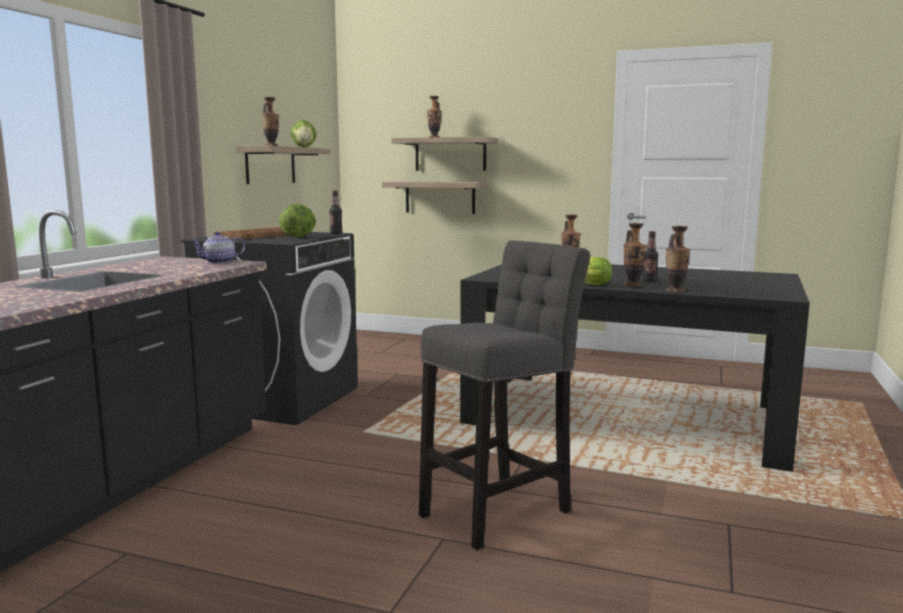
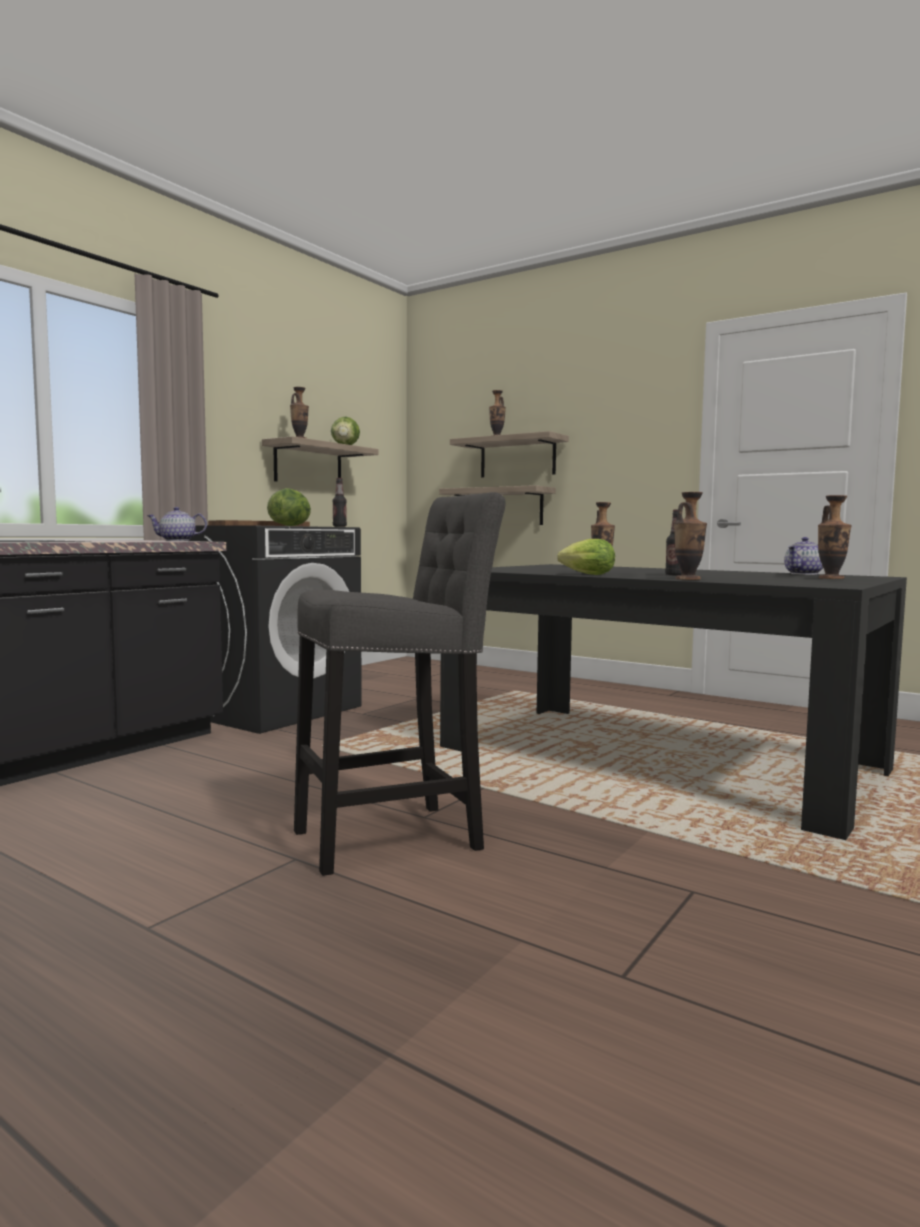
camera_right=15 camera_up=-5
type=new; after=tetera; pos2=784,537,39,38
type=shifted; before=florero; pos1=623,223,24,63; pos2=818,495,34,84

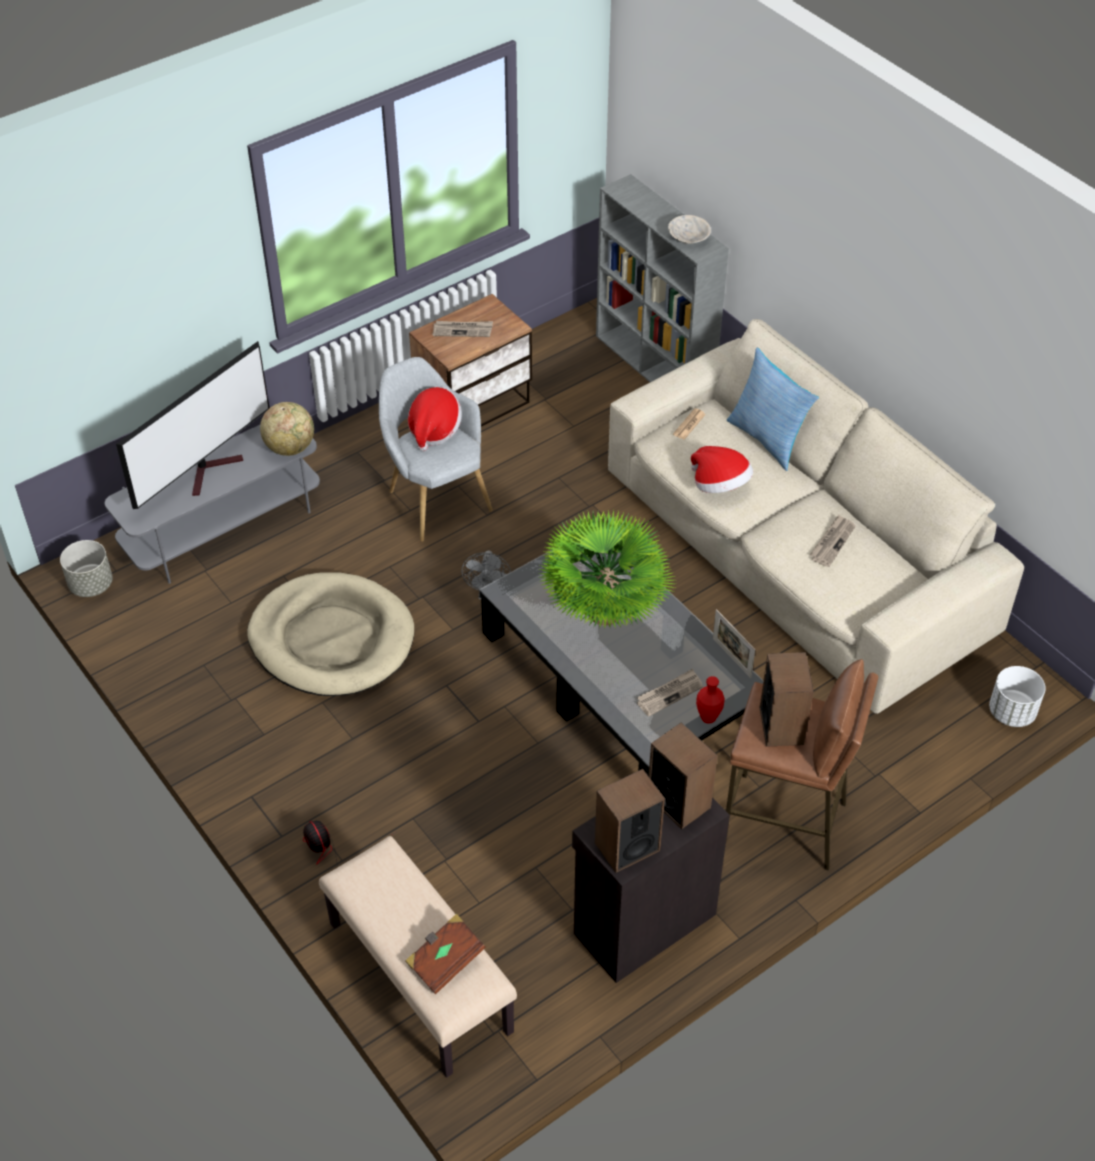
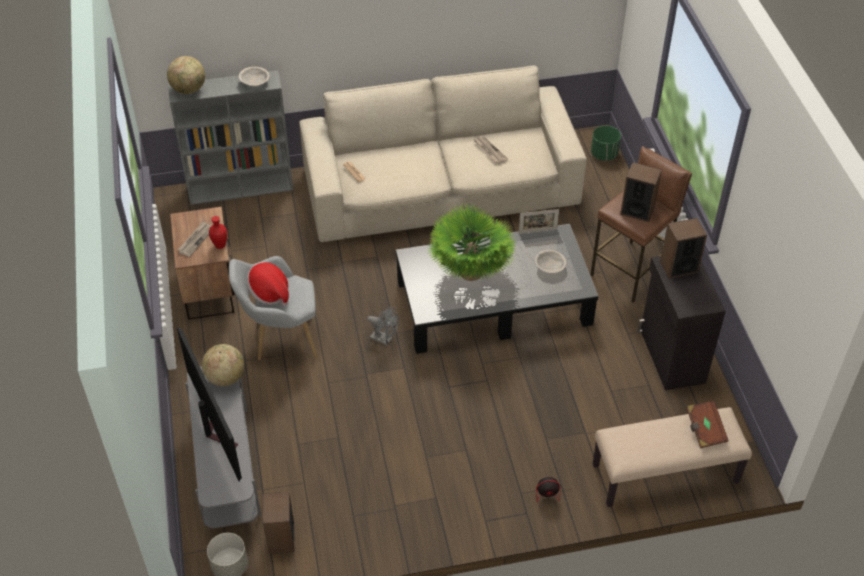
camera_right=-65 camera_up=0
type=new; after=globo terráqueo; pos2=167,56,38,38
type=shifted; before=florero (rojo); pos1=696,676,29,48; pos2=209,216,18,33
type=shifted; before=altavoz; pos1=595,769,70,104; pos2=263,492,32,62
type=swapped; before=periódico; after=cuenco (beis); pos1=637,669,66,48; pos2=535,250,31,23
type=repainted; before=maceta (blanco); after=maceta (verde); pos1=989,666,57,61; pos2=591,126,30,35
type=gone; before=cama para perro (beis); pos1=247,573,167,123
type=gone; before=sombrero; pos1=691,446,62,47
type=gone; before=cojín; pos1=727,348,92,123

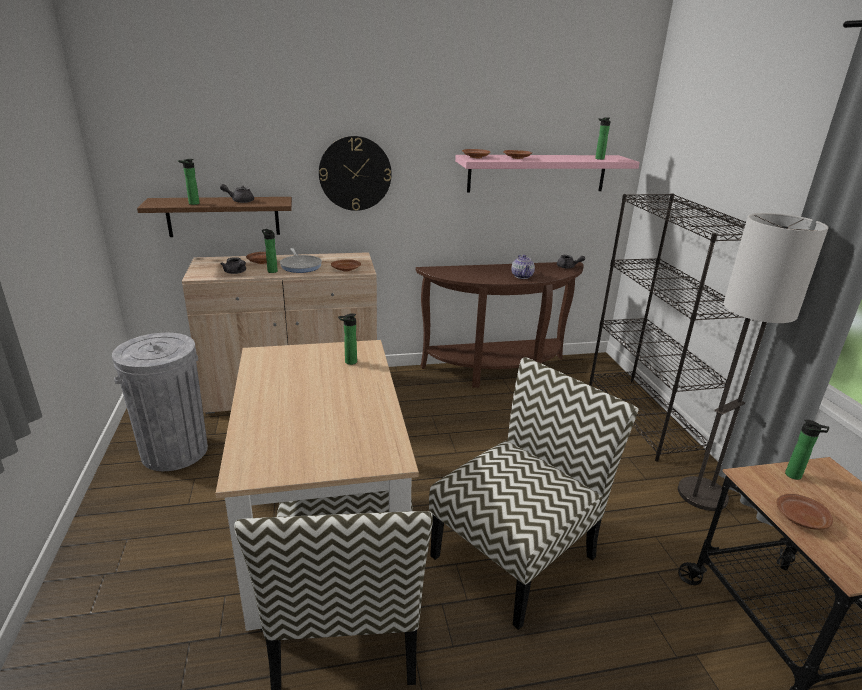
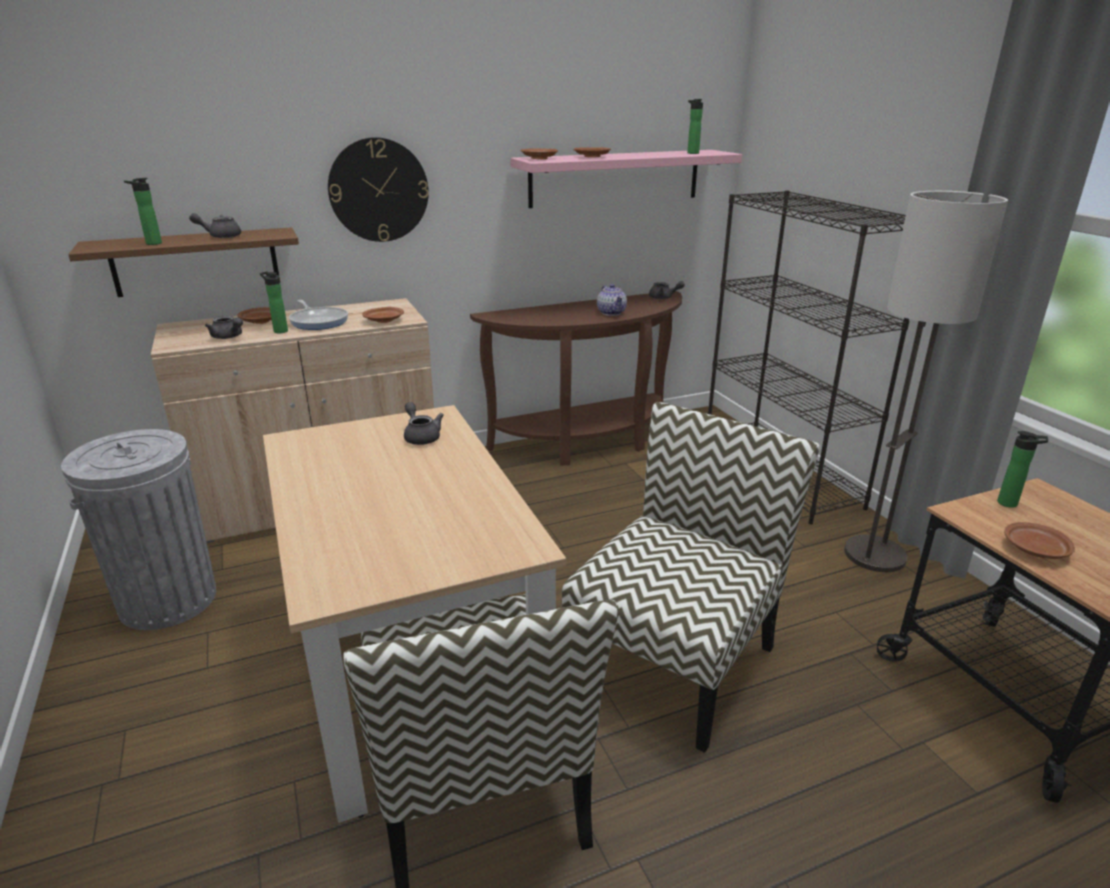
camera_right=-10 camera_up=0
type=swapped; before=botella; after=tetera (gris); pos1=338,313,19,52; pos2=404,402,40,43

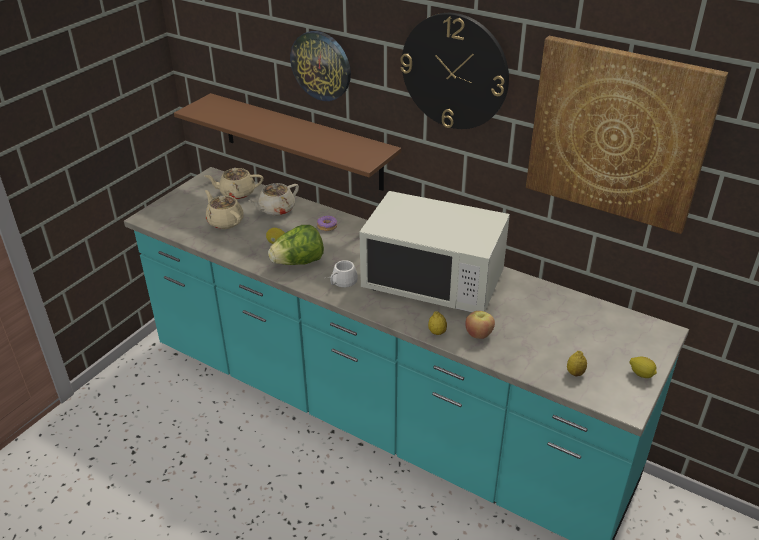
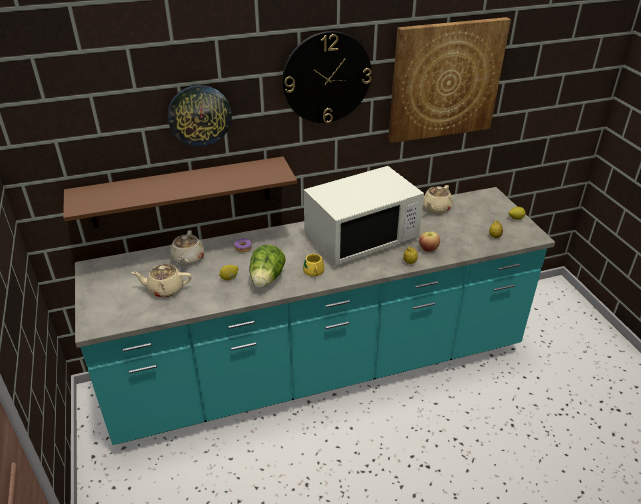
camera_right=-50 camera_up=0
type=repainted; before=taza grande (blanco); after=taza grande (amarillo); pos1=325,260,33,28; pos2=300,254,24,23
type=shifted; before=tetera (beis); pos1=205,168,58,32; pos2=423,185,30,28

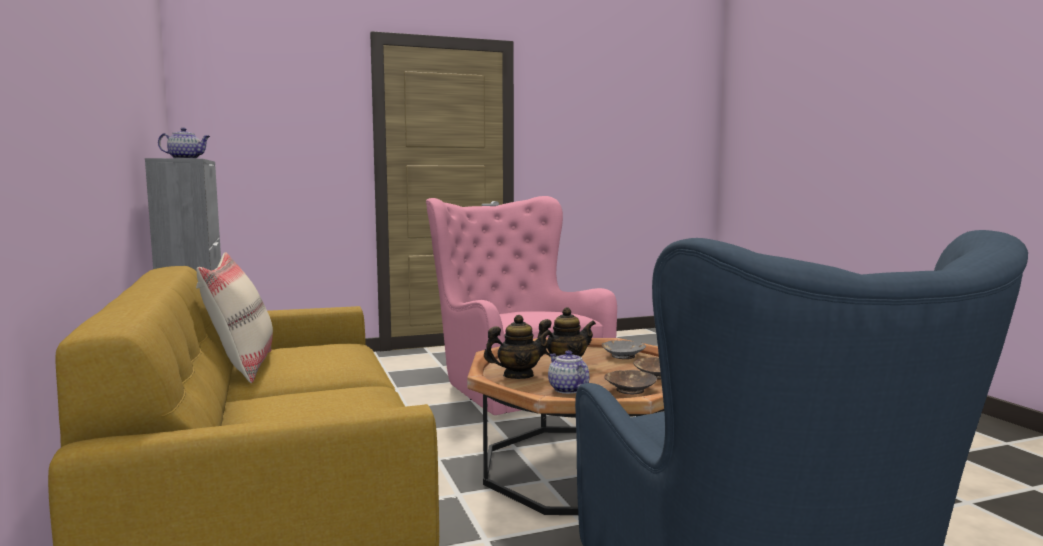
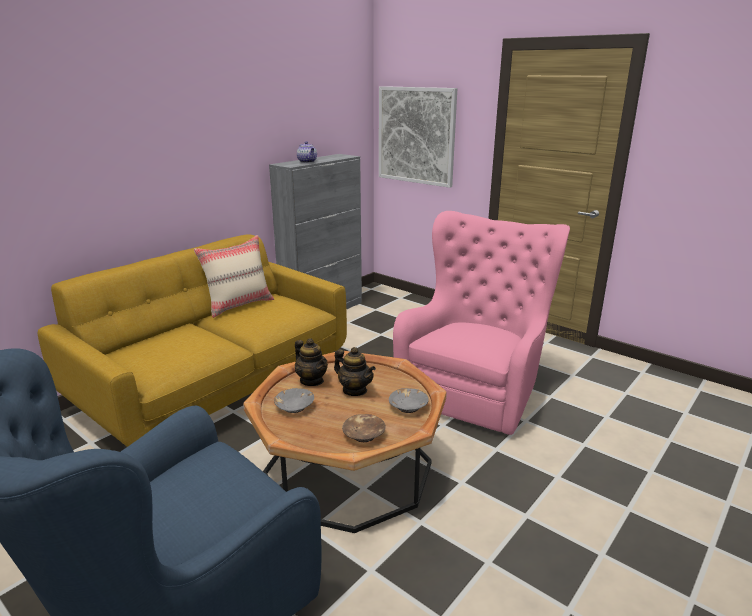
camera_right=60 camera_up=15
type=swapped; before=tetera; after=cuenco (gris); pos1=548,350,42,44; pos2=274,388,40,25
type=new; after=cuadro; pos2=379,86,78,102
type=gone; before=cuenco (marrón); pos1=604,370,53,24

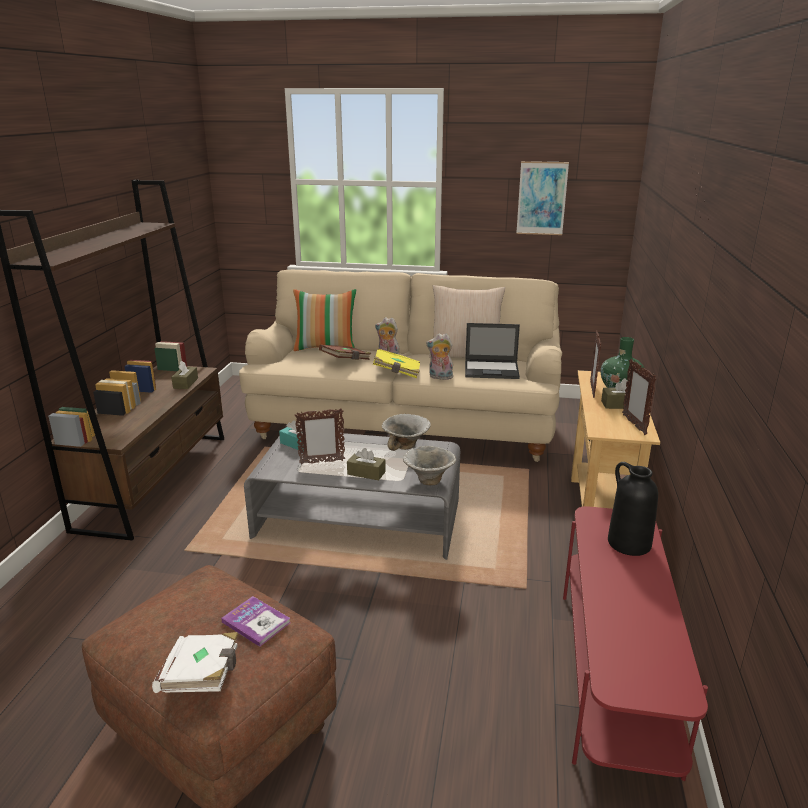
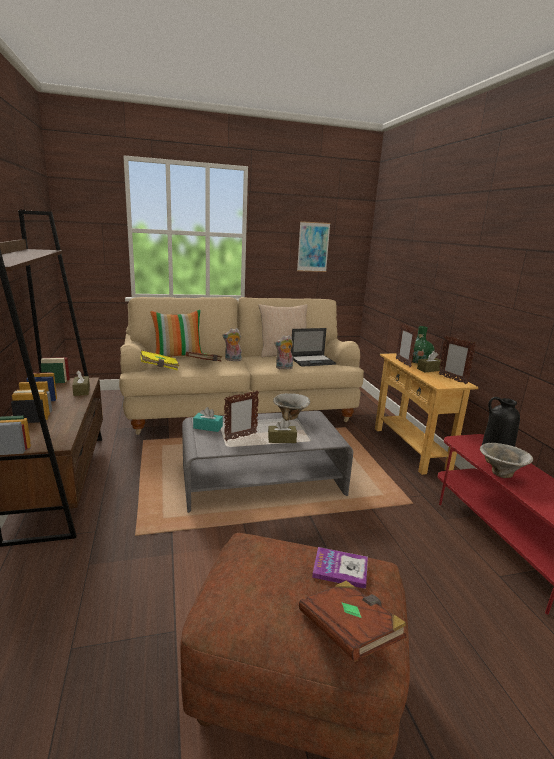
camera_right=-25 camera_up=-5
type=shifted; before=libro (amarillo); pos1=373,348,47,30; pos2=140,350,39,20
type=repainted; before=libro (blanco); after=libro (marrón); pos1=152,632,86,61; pos2=299,581,108,80
type=shifted; before=cuenco; pos1=403,446,53,39; pos2=480,443,53,35

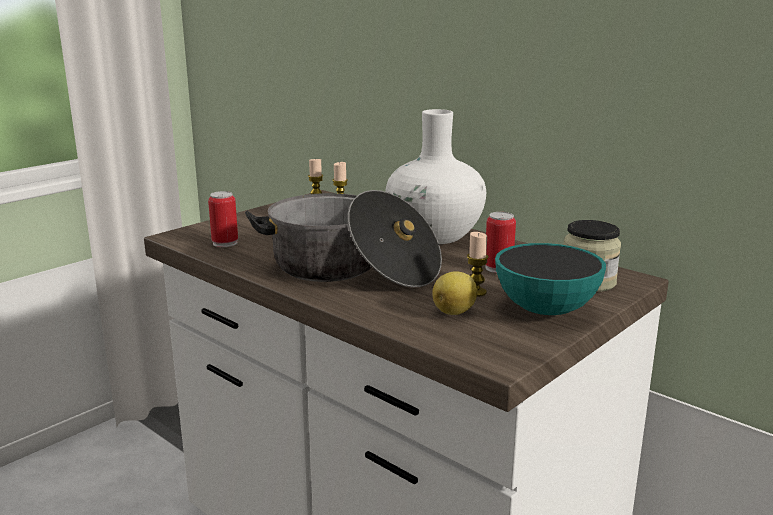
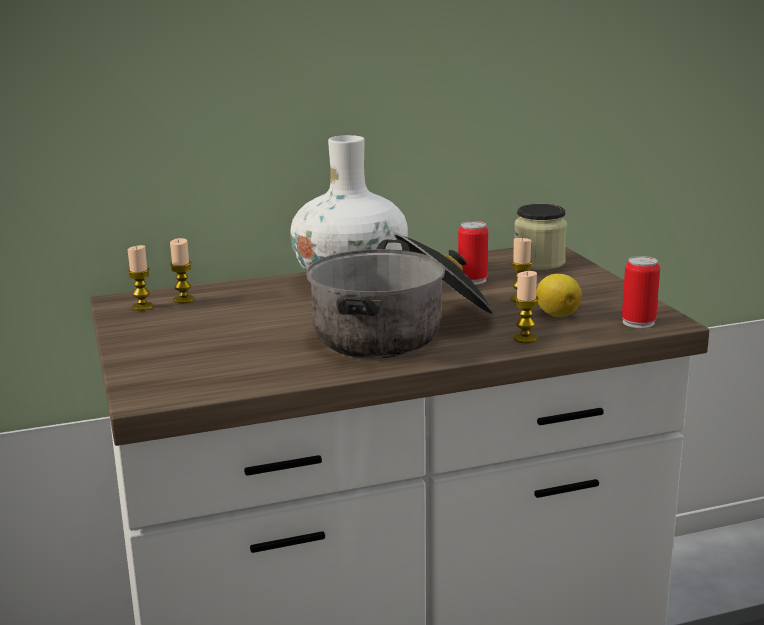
camera_right=-60 camera_up=0
type=new; after=vela; pos2=513,271,26,72
type=shifted; before=lata; pos1=208,191,30,56; pos2=622,256,38,72
type=gone; before=cuenco; pos1=495,243,111,72

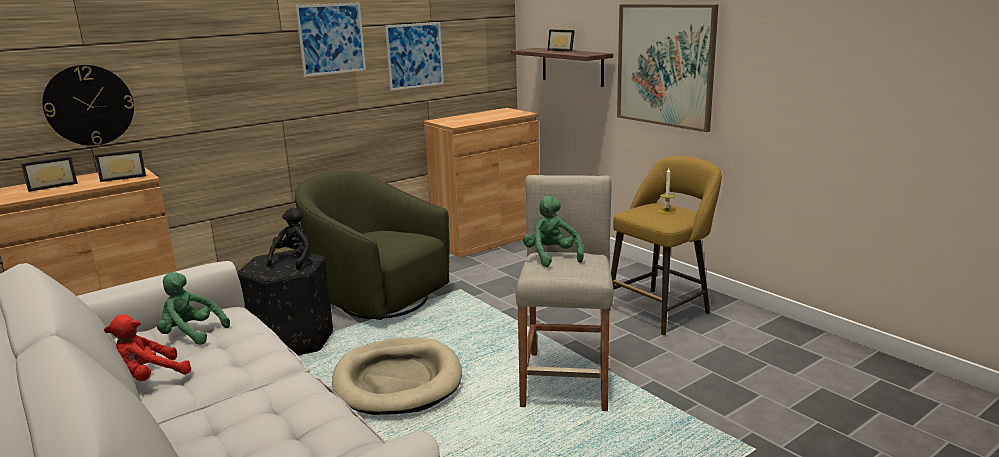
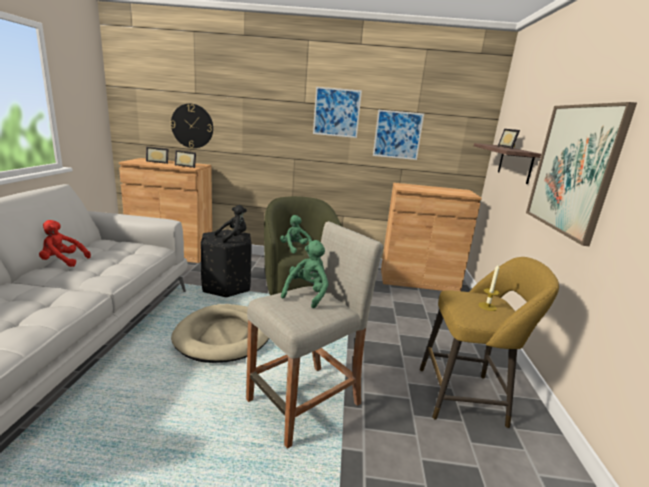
camera_right=40 camera_up=0
type=shifted; before=peluche (verde); pos1=157,272,73,73; pos2=280,215,32,39

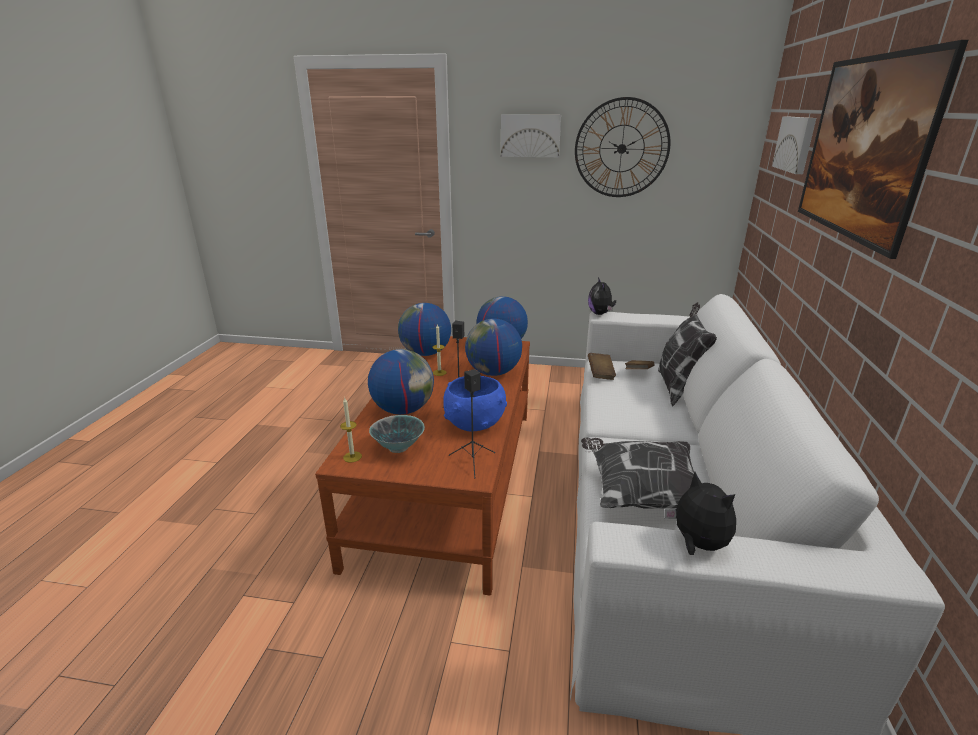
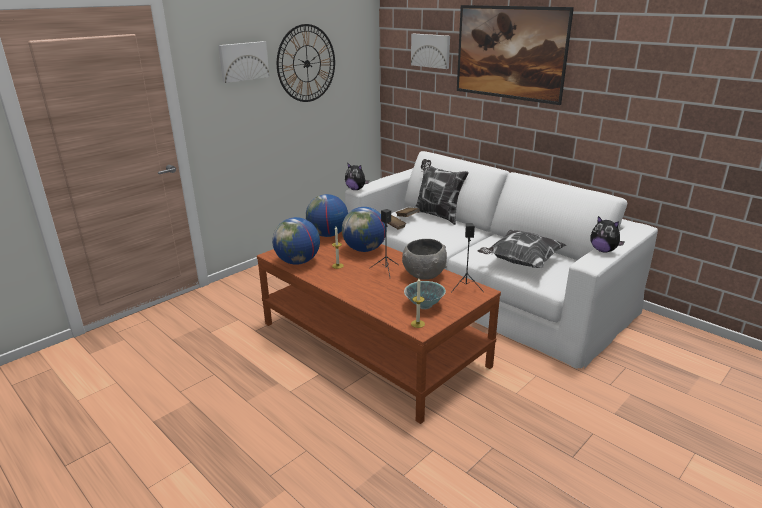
camera_right=-55 camera_up=0
type=repainted; before=cuenco (azul); after=cuenco (gris); pos1=443,376,64,56; pos2=402,239,45,41
type=rotated; before=peluche; pos1=665,472,71,83; pos2=590,216,35,36; turn=-135
type=gone; before=globo terráqueo; pos1=368,349,66,66

